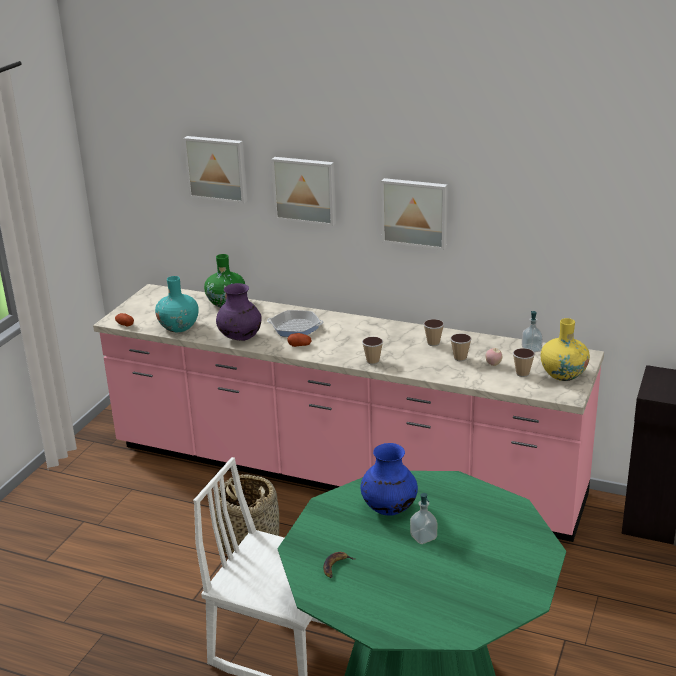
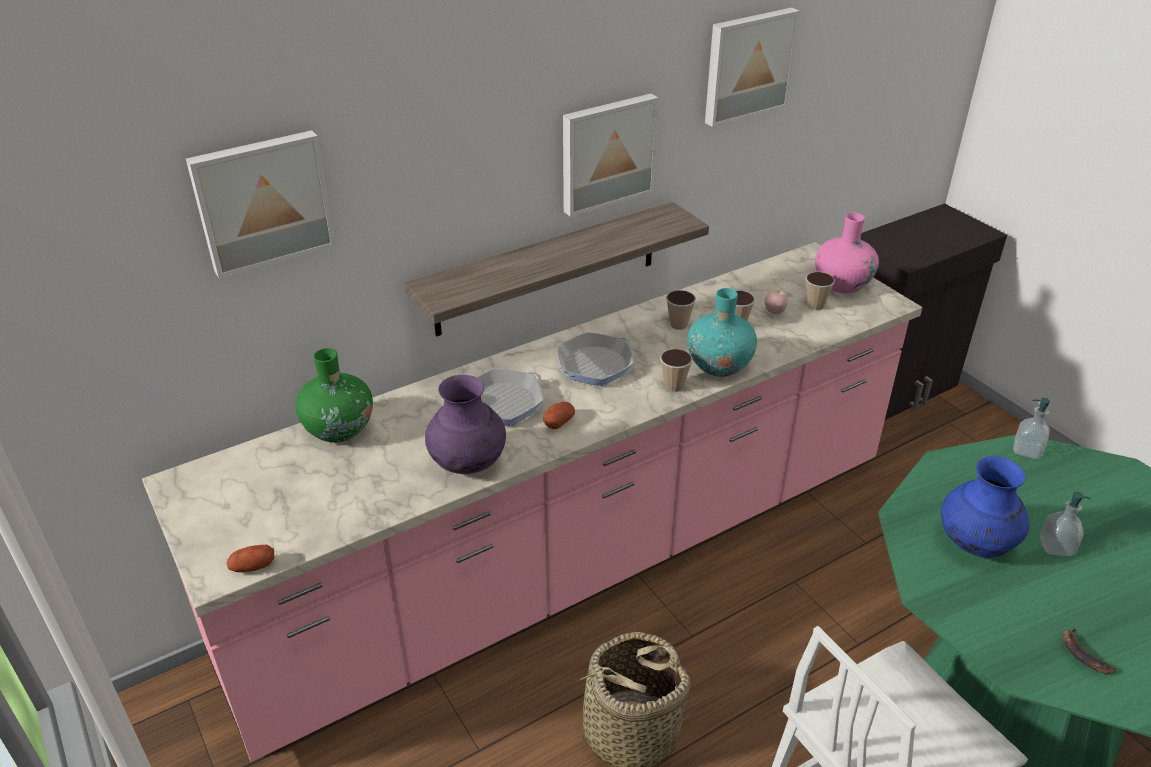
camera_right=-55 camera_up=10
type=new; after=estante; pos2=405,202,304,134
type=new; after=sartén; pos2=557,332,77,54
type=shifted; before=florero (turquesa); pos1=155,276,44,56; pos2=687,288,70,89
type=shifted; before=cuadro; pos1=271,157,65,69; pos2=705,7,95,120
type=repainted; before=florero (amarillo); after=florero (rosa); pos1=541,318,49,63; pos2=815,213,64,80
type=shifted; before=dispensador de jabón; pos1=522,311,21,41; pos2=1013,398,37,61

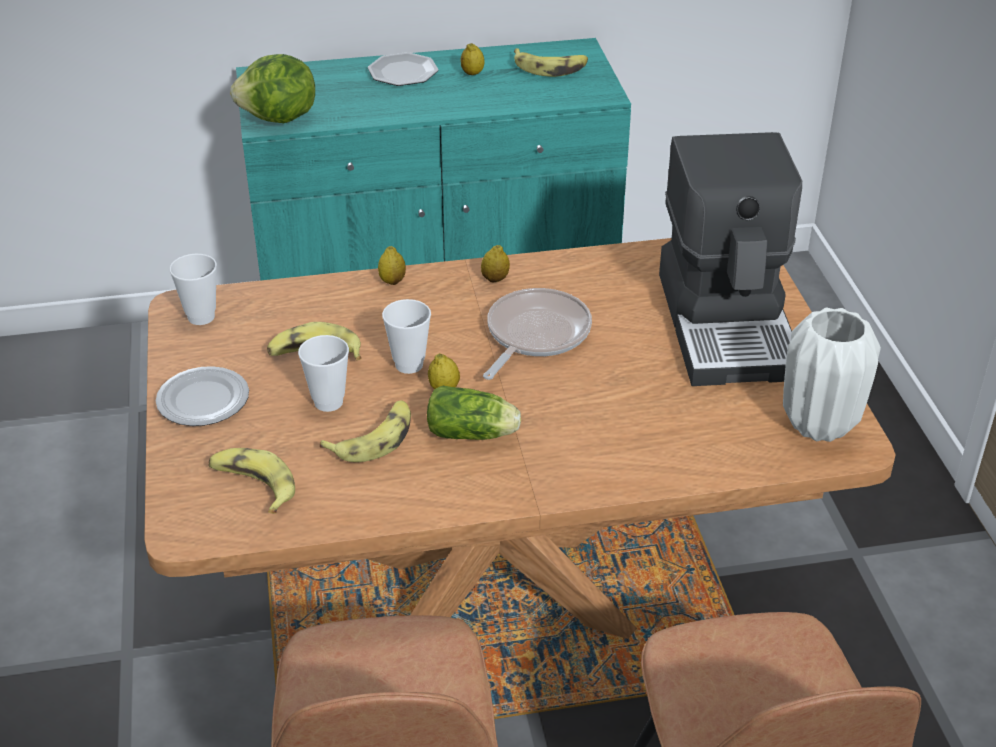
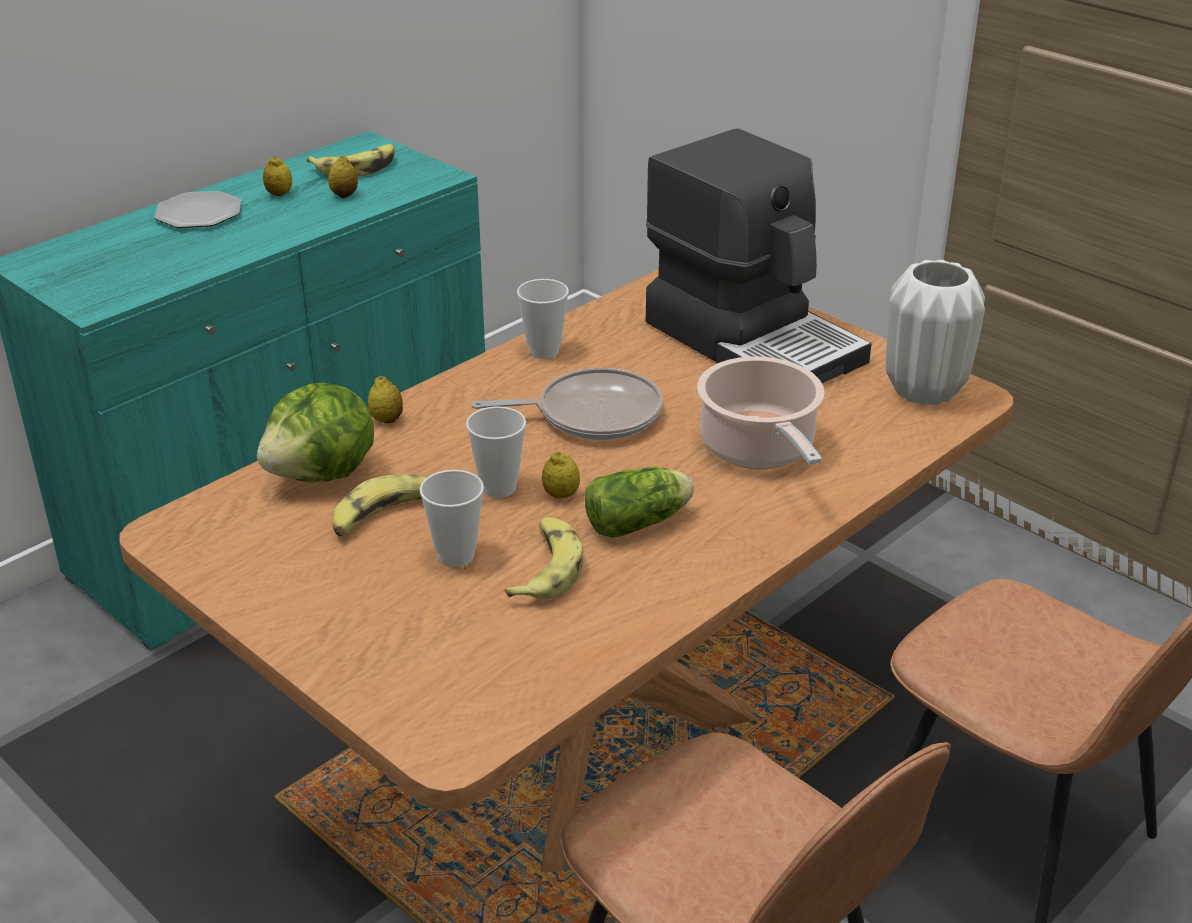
camera_right=-35 camera_up=-5
type=shifted; before=lechuga; pos1=230,54,85,69; pos2=257,383,117,99
type=shifted; before=limón; pos1=481,245,29,37; pos2=328,156,30,42
type=rotated; before=sartén; pos1=483,288,109,92; pos2=471,367,192,73; turn=90
type=shifted; before=taza; pos1=169,254,48,71; pos2=517,279,52,80
type=new; after=olla; pos2=697,356,128,113
type=gone; before=plato; pos1=156,366,93,60
type=gone; before=plátano; pos1=208,448,87,66

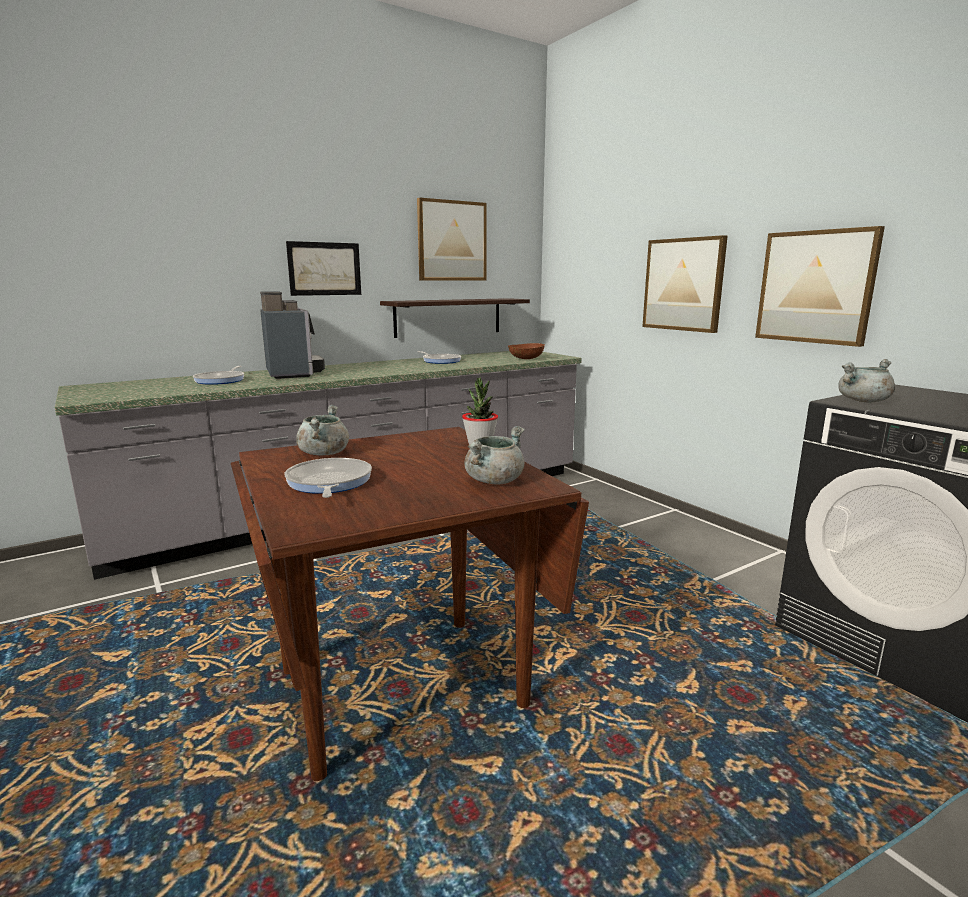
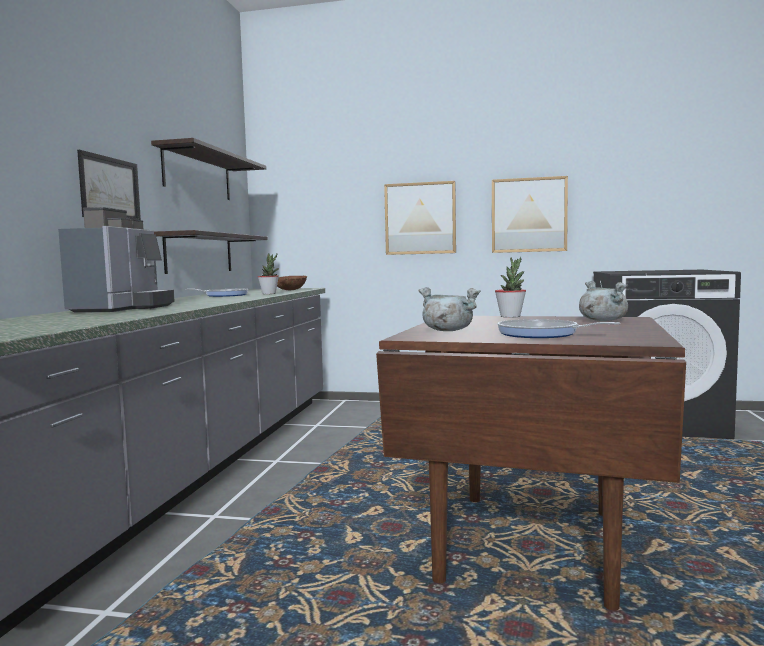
camera_right=-45 camera_up=-10
type=rotated; before=cafetera; pos1=260,291,65,88; pos2=58,207,117,106; turn=75
type=swapped; before=cuadro; after=estante; pos1=417,198,70,83; pos2=151,138,115,62
type=new; after=planta en maceta; pos2=258,254,21,40
type=gone; before=sartén; pos1=193,366,51,19
type=gone; before=olla (gris); pos1=838,359,57,43

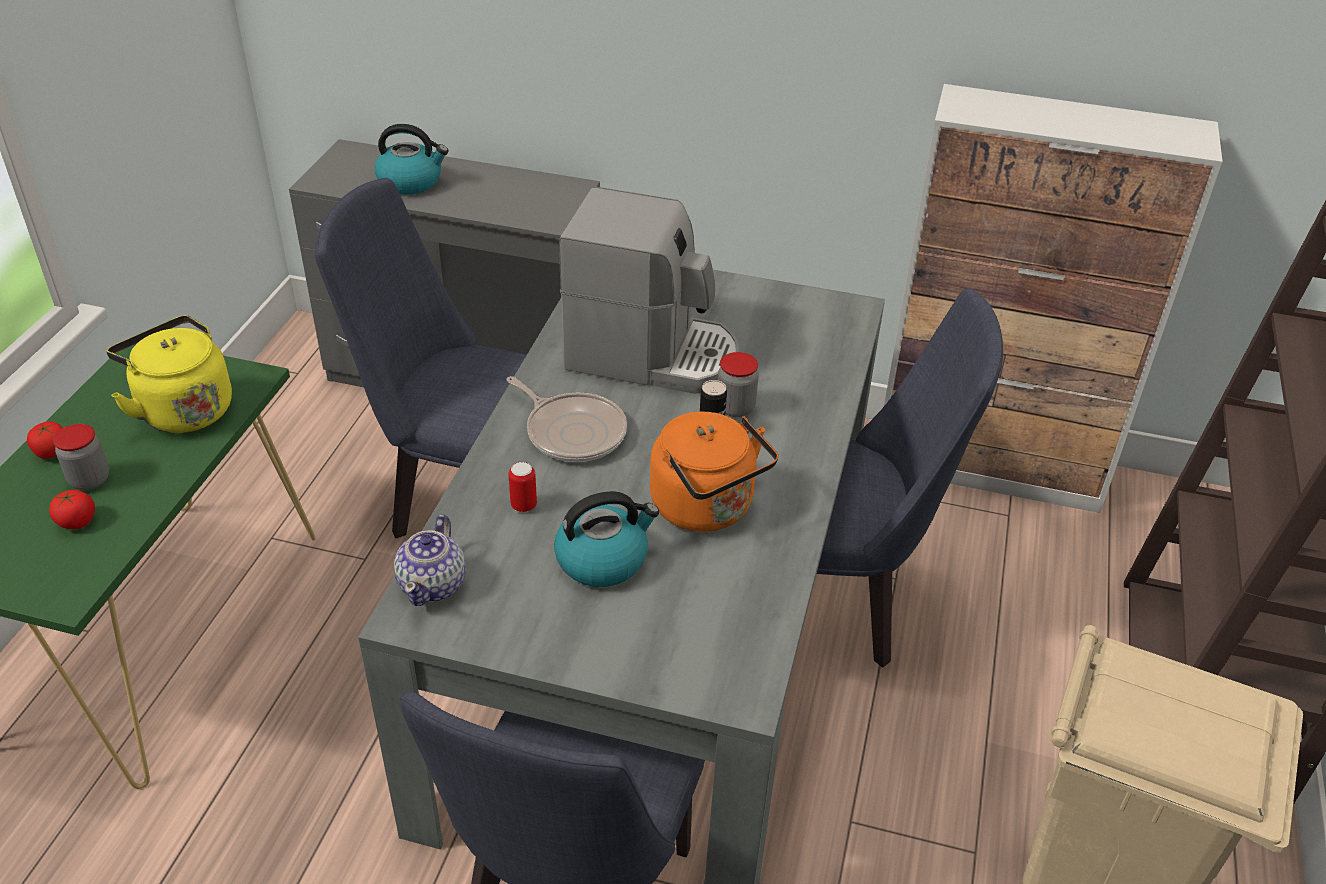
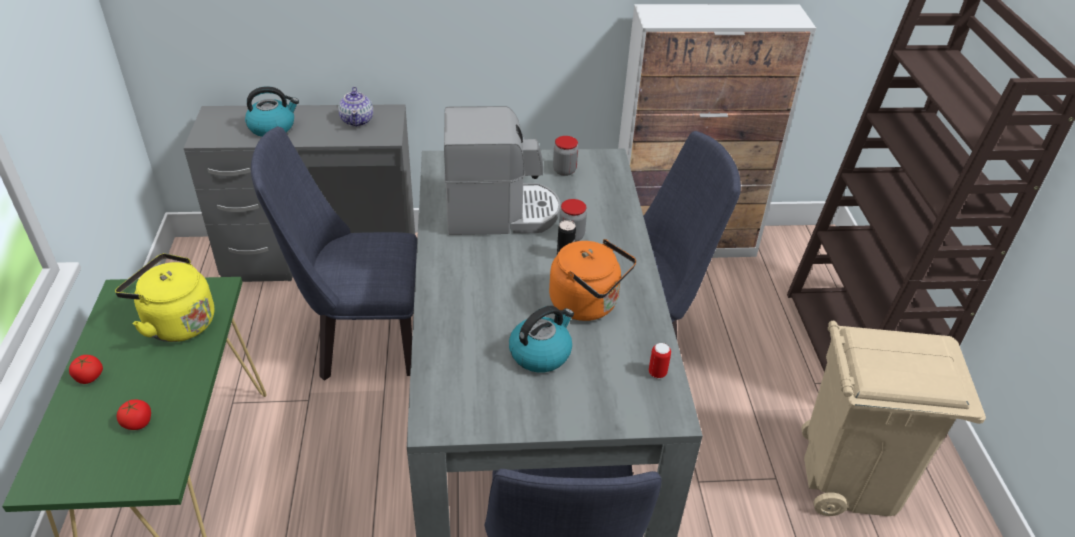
camera_right=-20 camera_up=0
type=shifted; before=tetera; pos1=394,514,72,92; pos2=338,87,35,40
type=shifted; before=tarro; pos1=53,424,56,66; pos2=553,136,25,40
type=shifted; before=lata; pos1=508,462,29,50; pos2=649,343,22,35
type=gone; before=sartén; pos1=506,376,121,86

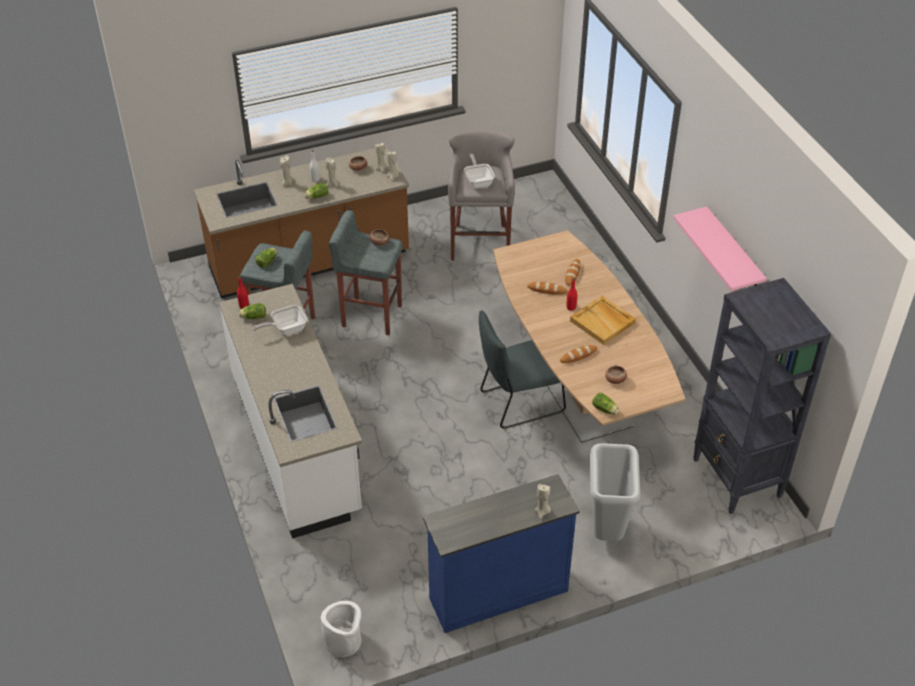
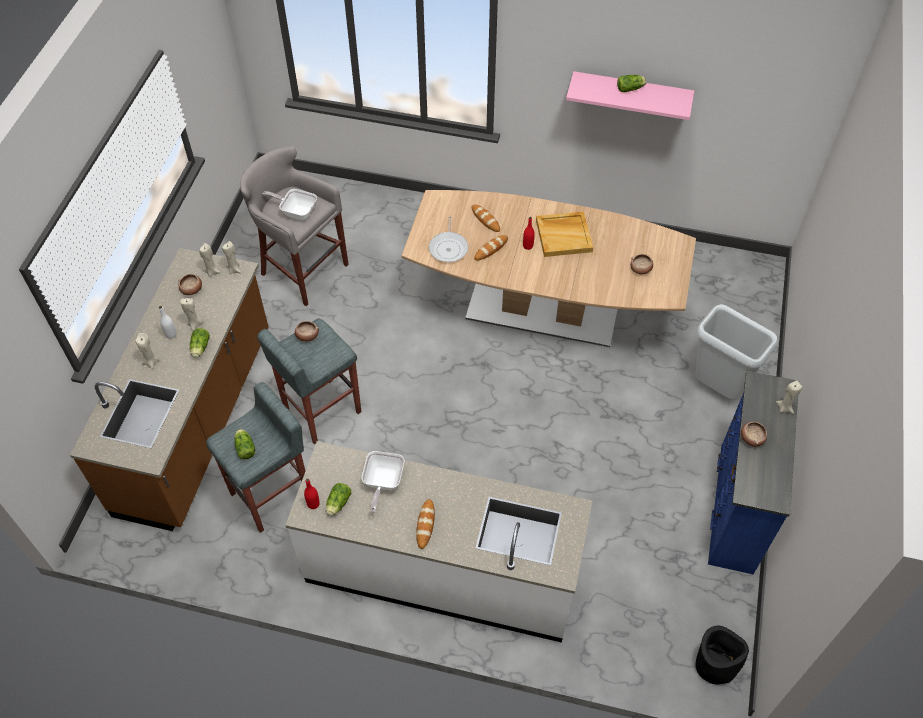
camera_right=-55 camera_up=10
type=shifted; before=pan; pos1=560,345,37,18; pos2=416,499,19,50
type=new; after=sartén; pos2=429,216,39,46
type=shifted; before=lechuga; pos1=592,393,27,22; pos2=617,75,30,17
type=repainted; before=maceta (blanco); after=maceta (negro); pos1=321,601,41,57; pos2=696,626,53,59
type=new; after=cuenco; pos2=741,422,26,25
type=gone; before=silla (gris); pos1=479,310,87,119
type=gone; before=estantería (negro); pos1=693,278,138,236

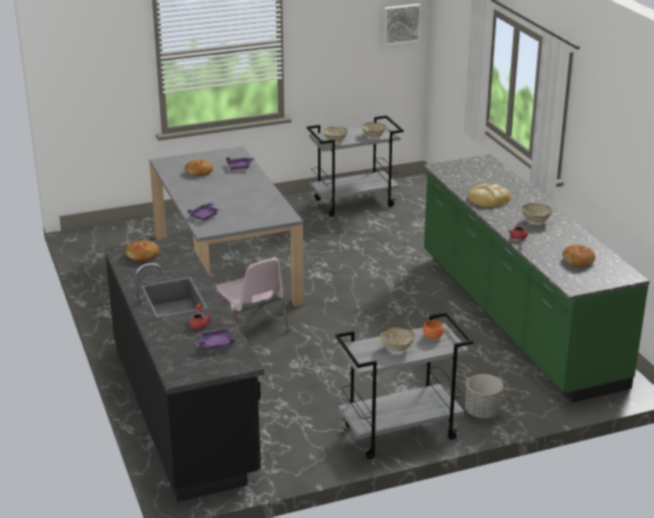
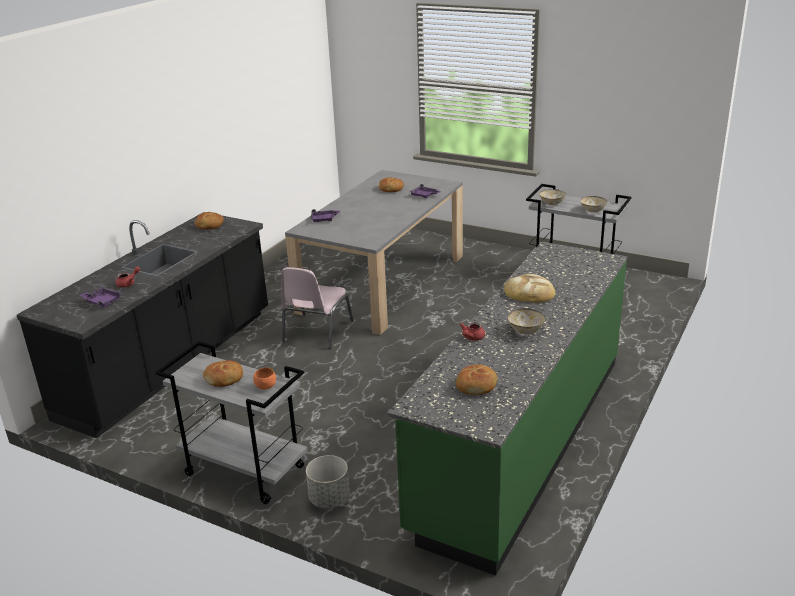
camera_right=50 camera_up=0
type=swapped; before=cuenco; after=pan; pos1=380,327,35,25; pos2=203,360,40,27
type=gone; before=cuadro; pos1=383,4,38,42

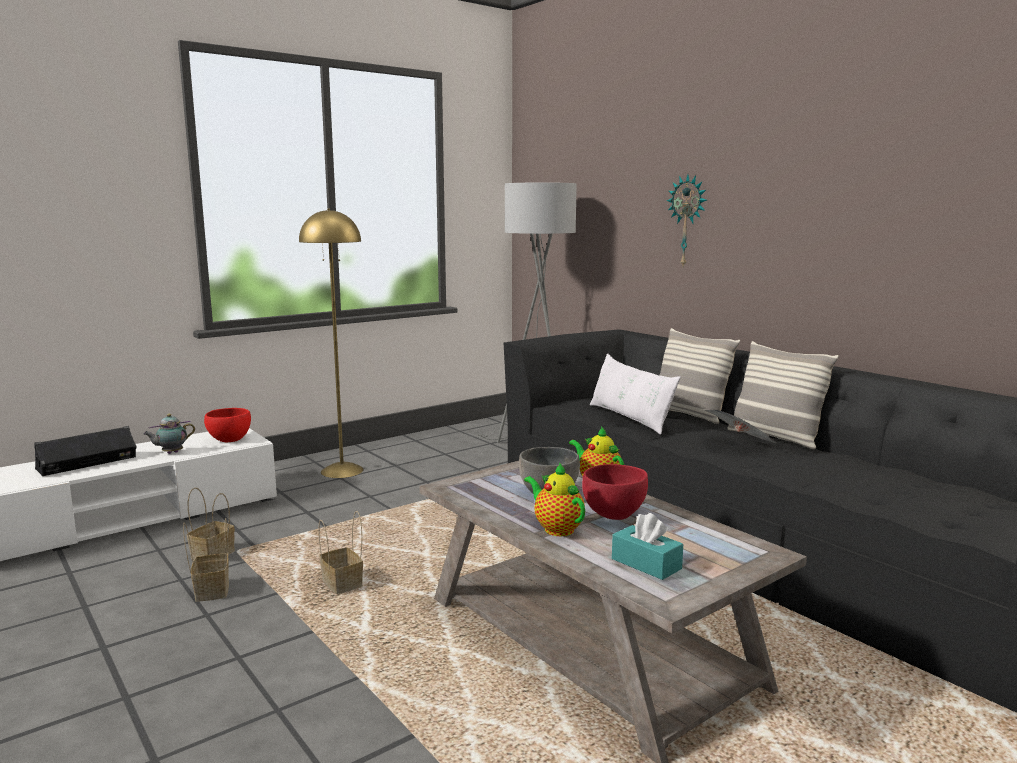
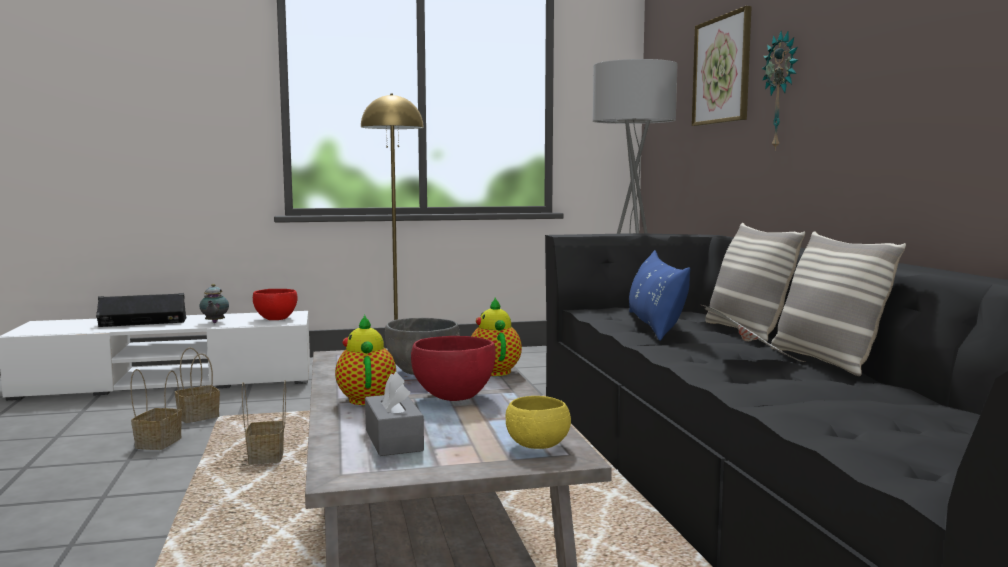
camera_right=25 camera_up=-5
type=rotated; before=tetera; pos1=143,414,52,40; pos2=199,284,30,39; turn=-90
type=repainted; before=caja de pañuelos (turquesa); after=caja de pañuelos (gris); pos1=612,513,71,67; pos2=365,372,59,84
type=new; after=cuenco (amarillo); pos2=506,396,65,53
type=repainted; before=cojín (blanco); after=cojín (azul); pos1=590,353,91,82; pos2=629,250,61,91
type=new; after=cuadro; pos2=692,6,60,120

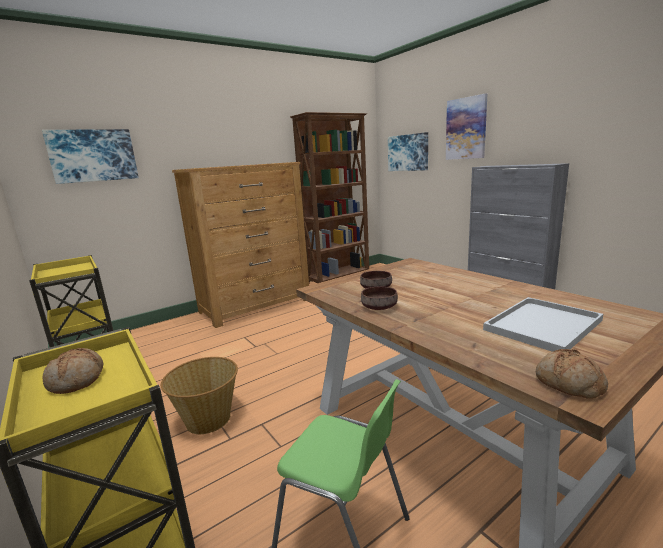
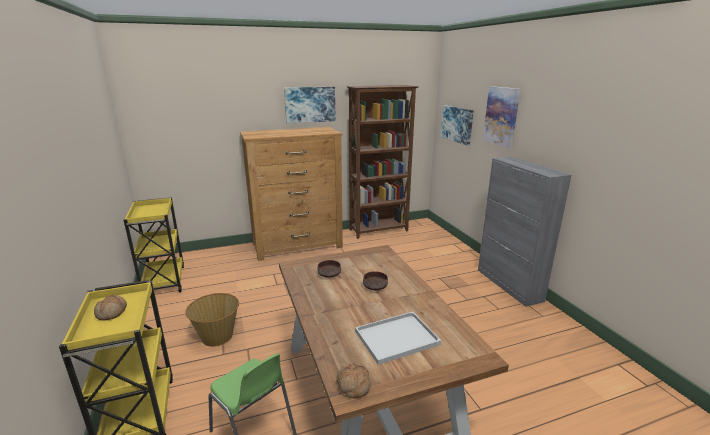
camera_right=15 camera_up=5
type=shifted; before=cuadro; pos1=42,129,97,55; pos2=284,87,52,37
type=shifted; before=cuenco (marrón); pos1=361,287,37,23; pos2=363,271,25,19

